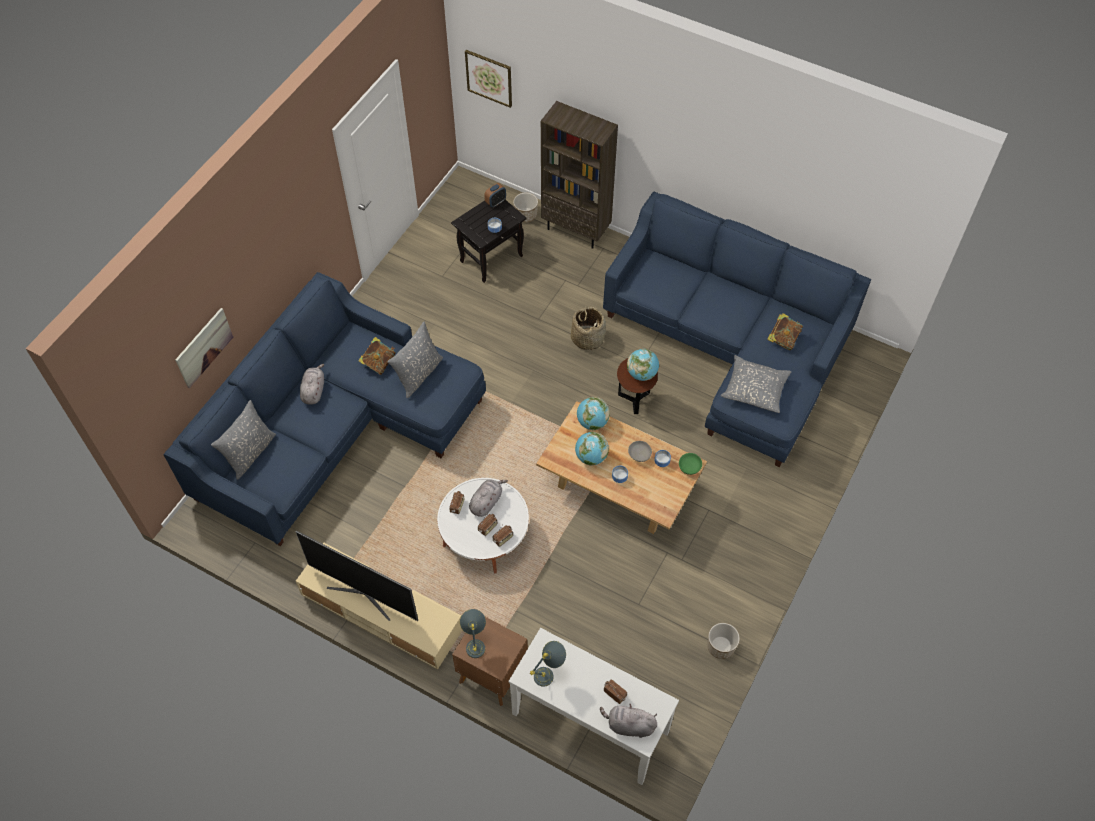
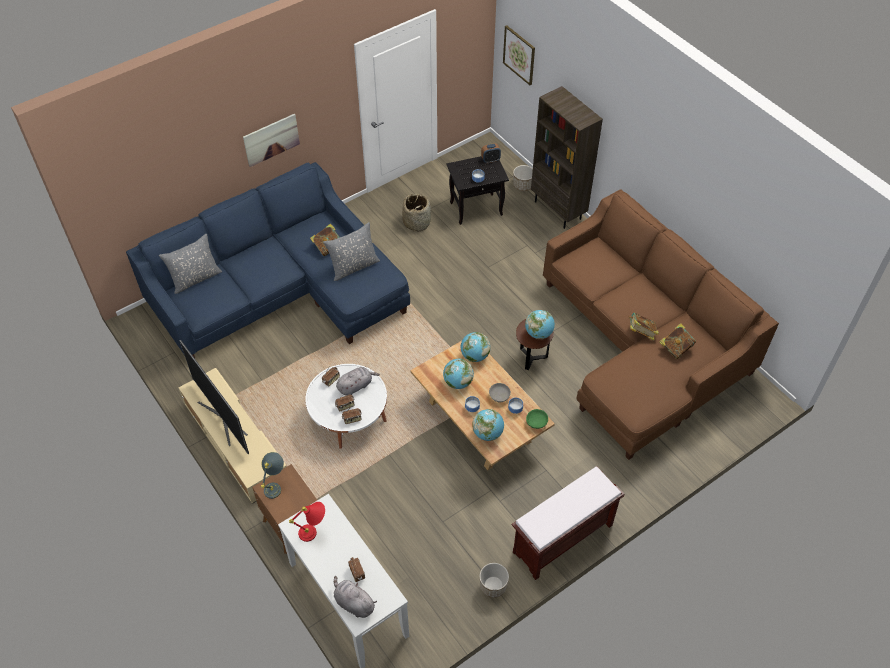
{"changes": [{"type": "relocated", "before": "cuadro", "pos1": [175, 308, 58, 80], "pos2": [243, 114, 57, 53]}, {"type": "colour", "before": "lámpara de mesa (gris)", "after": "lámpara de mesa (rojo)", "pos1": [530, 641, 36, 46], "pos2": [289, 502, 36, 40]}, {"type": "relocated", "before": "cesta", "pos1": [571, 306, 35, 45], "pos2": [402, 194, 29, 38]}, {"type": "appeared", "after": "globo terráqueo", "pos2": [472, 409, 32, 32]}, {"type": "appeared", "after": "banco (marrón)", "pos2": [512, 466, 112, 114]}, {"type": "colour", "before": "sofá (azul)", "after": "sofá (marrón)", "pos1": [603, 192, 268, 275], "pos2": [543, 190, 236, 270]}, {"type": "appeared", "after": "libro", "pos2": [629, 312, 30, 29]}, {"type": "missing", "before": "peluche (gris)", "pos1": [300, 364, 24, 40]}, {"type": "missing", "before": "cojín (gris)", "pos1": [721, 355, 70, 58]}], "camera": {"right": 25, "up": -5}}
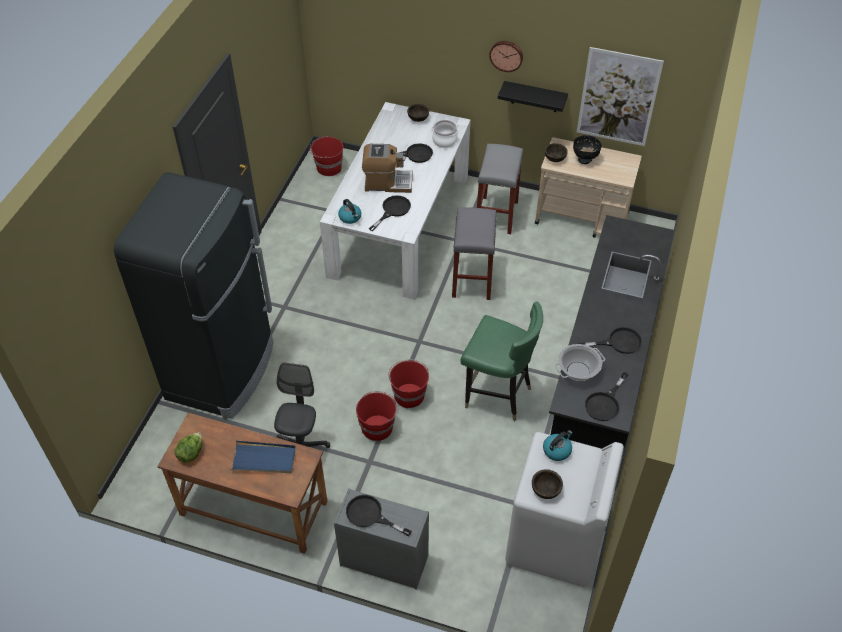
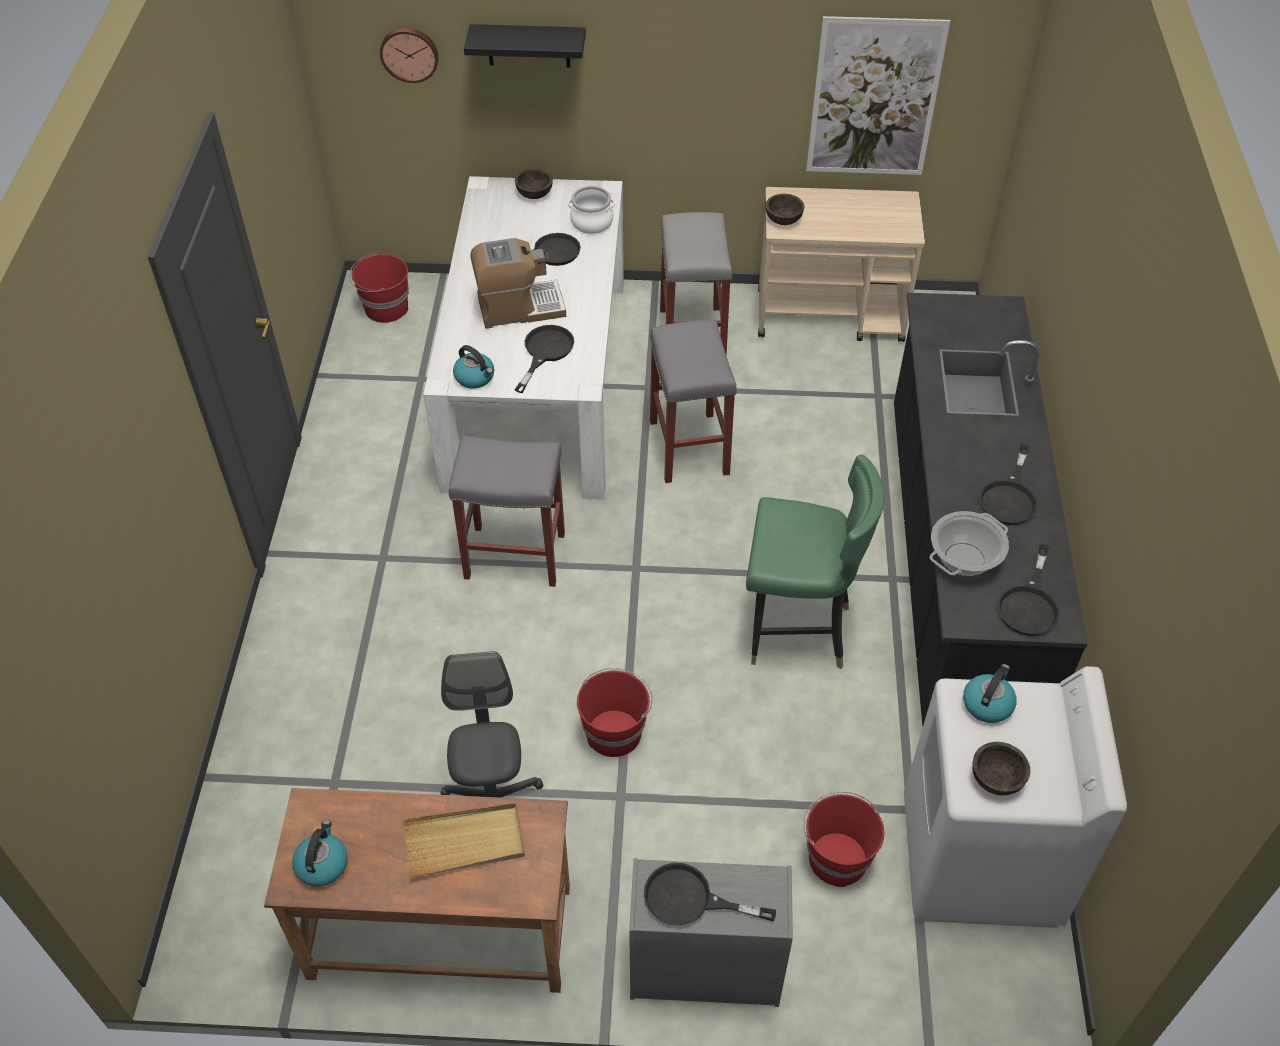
{"changes": [{"type": "exchanged", "before": "lechuga", "after": "hervidor", "pos1": [175, 432, 27, 31], "pos2": [292, 820, 56, 67]}, {"type": "relocated", "before": "reloj de pared", "pos1": [489, 41, 34, 31], "pos2": [380, 28, 59, 55]}, {"type": "colour", "before": "bandeja (azul)", "after": "bandeja (beis)", "pos1": [230, 440, 66, 33], "pos2": [402, 803, 123, 75]}, {"type": "appeared", "after": "taburete (gris)", "pos2": [449, 435, 116, 152]}, {"type": "relocated", "before": "estante (negro)", "pos1": [498, 81, 70, 31], "pos2": [464, 24, 122, 44]}, {"type": "relocated", "before": "cubo (rojo)", "pos1": [388, 360, 41, 48], "pos2": [803, 792, 81, 95]}, {"type": "spun", "before": "sartén (negro)", "pos1": [578, 327, 64, 27], "pos2": [979, 443, 58, 82], "turn": 135}, {"type": "missing", "before": "nevera (negro)", "pos1": [114, 172, 159, 247]}, {"type": "missing", "before": "cuenco (negro)", "pos1": [573, 135, 29, 29]}], "camera": {"right": -15, "up": 0}}
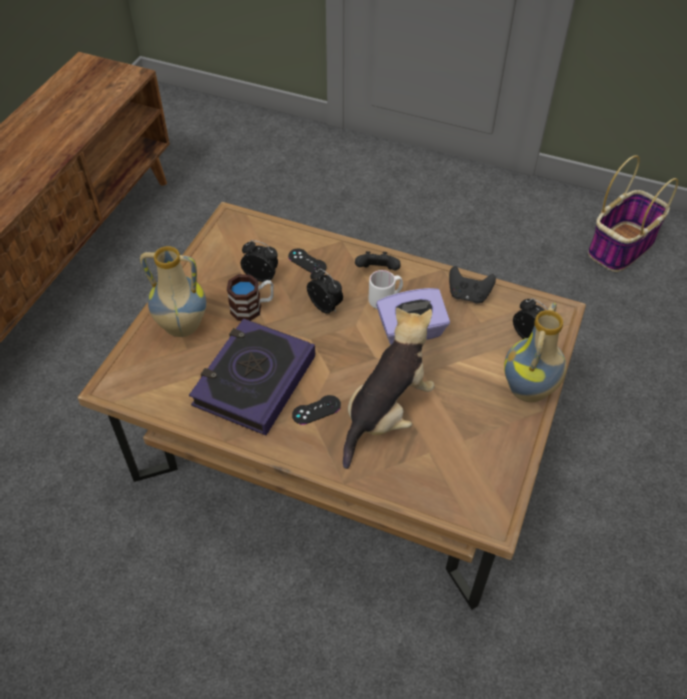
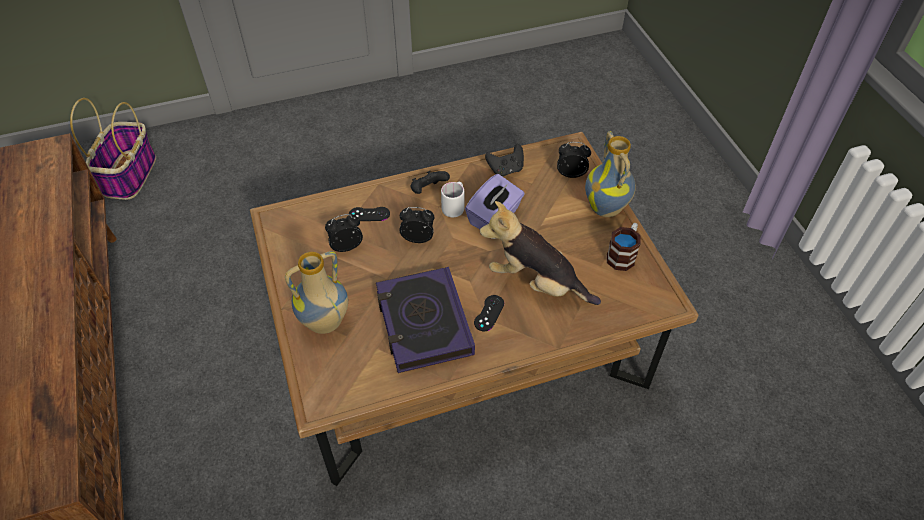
{"changes": [{"type": "relocated", "before": "cesta", "pos1": [588, 155, 90, 117], "pos2": [70, 98, 86, 102]}, {"type": "spun", "before": "peluche", "pos1": [343, 308, 92, 161], "pos2": [480, 201, 121, 104], "turn": -60}, {"type": "relocated", "before": "taza grande", "pos1": [227, 274, 47, 47], "pos2": [607, 223, 34, 48]}], "camera": {"right": -40, "up": 0}}
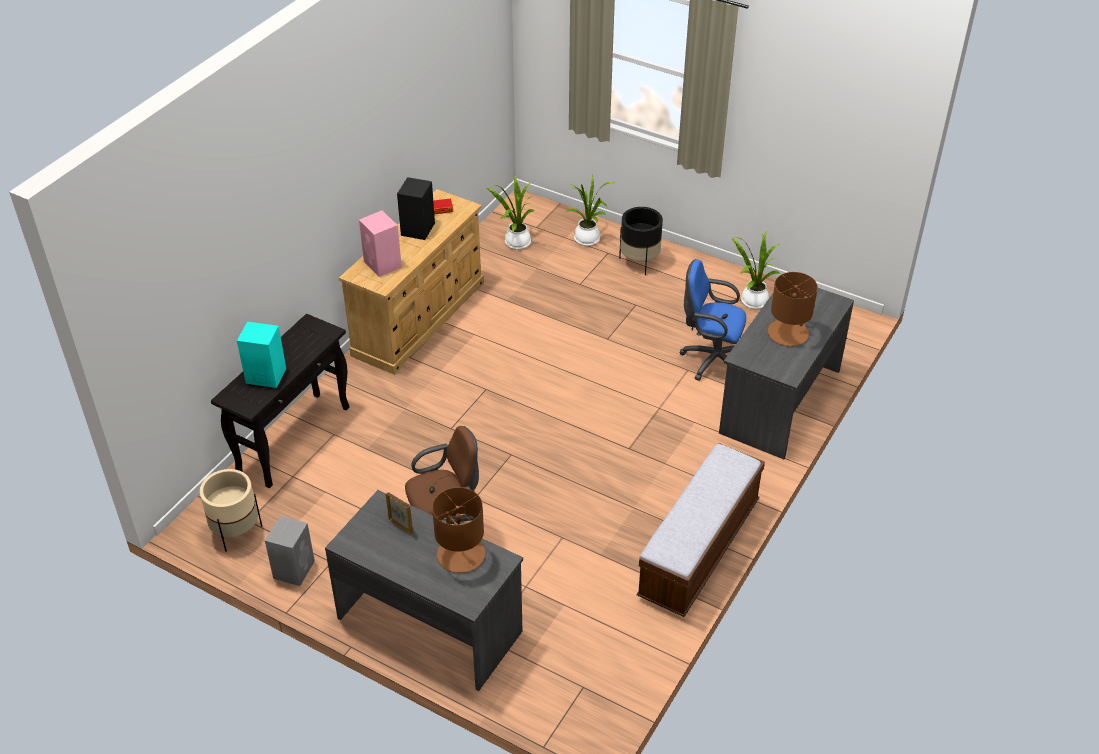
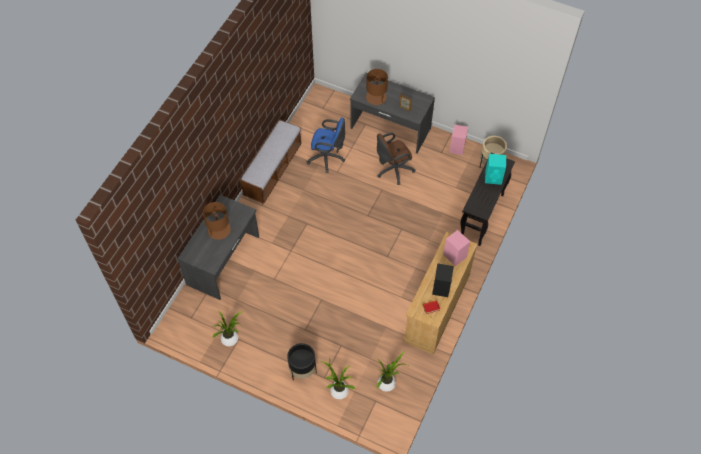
{"changes": [{"type": "relocated", "before": "silla de oficina (azul)", "pos1": [680, 259, 66, 122], "pos2": [307, 117, 38, 56]}, {"type": "colour", "before": "altavoz (gris)", "after": "altavoz (rosa)", "pos1": [265, 516, 50, 70], "pos2": [449, 125, 19, 30]}], "camera": {"right": 175, "up": 15}}
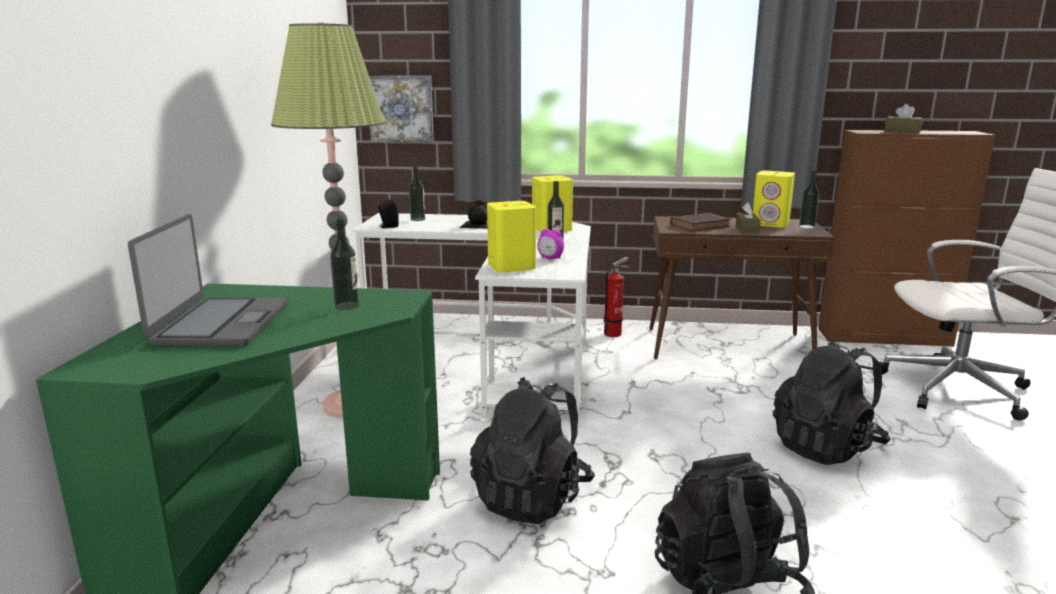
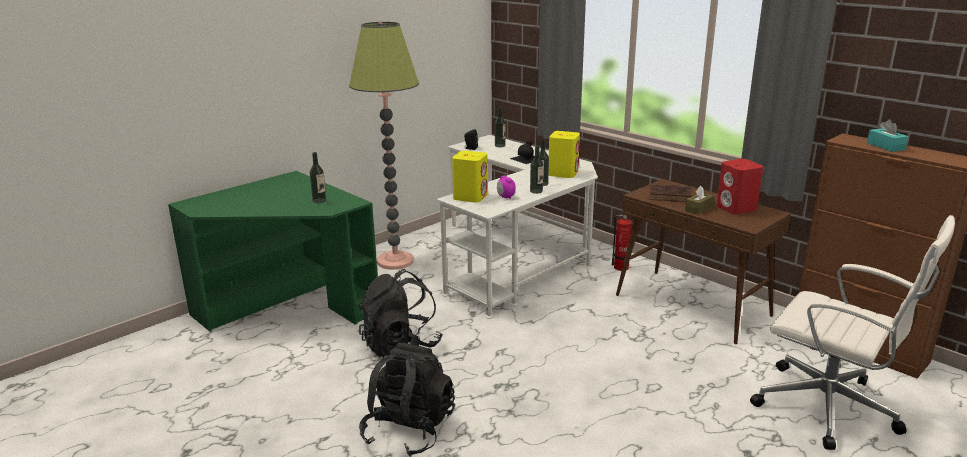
{"changes": [{"type": "relocated", "before": "botella", "pos1": [799, 170, 20, 59], "pos2": [530, 146, 13, 48]}, {"type": "colour", "before": "altavoz (amarillo)", "after": "altavoz (rojo)", "pos1": [753, 171, 42, 57], "pos2": [717, 159, 46, 55]}, {"type": "colour", "before": "caja de pañuelos (marrón)", "after": "caja de pañuelos (turquesa)", "pos1": [884, 104, 39, 29], "pos2": [867, 119, 41, 33]}, {"type": "missing", "before": "portátil", "pos1": [128, 214, 160, 132]}, {"type": "missing", "before": "cuadro", "pos1": [369, 76, 65, 66]}, {"type": "missing", "before": "mochila (negro)", "pos1": [773, 339, 117, 126]}], "camera": {"right": 40, "up": 5}}
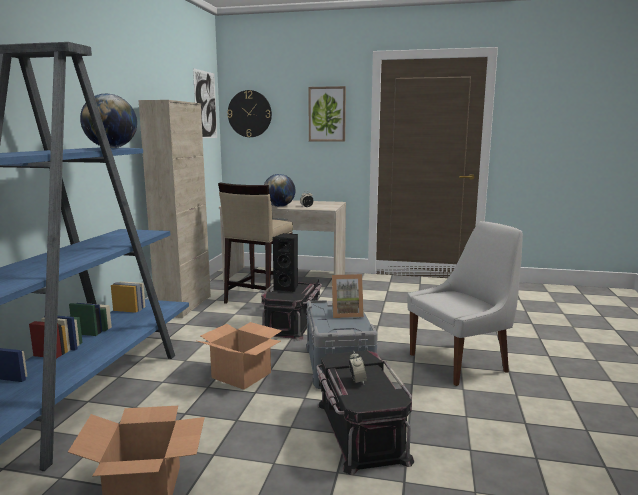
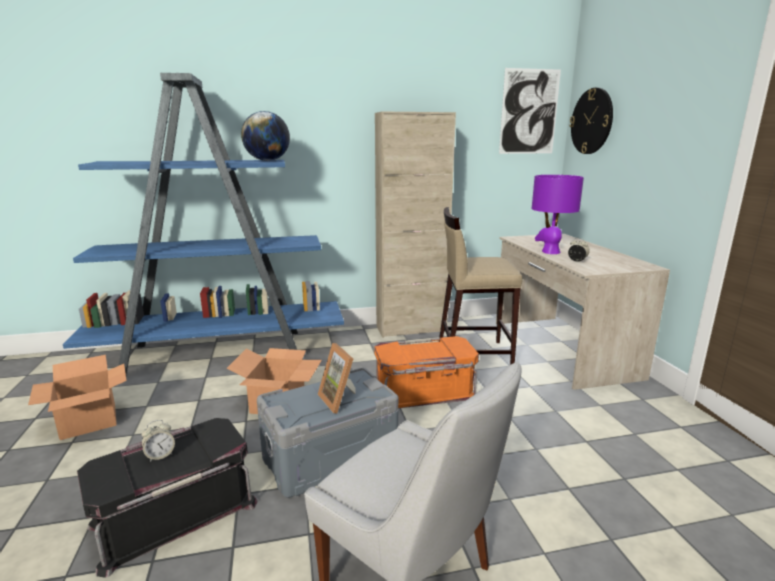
{"changes": [{"type": "colour", "before": "caja de almacenaje (negro)", "after": "caja de almacenaje (naranja)", "pos1": [261, 276, 61, 65], "pos2": [374, 336, 105, 72]}, {"type": "exchanged", "before": "globo terráqueo", "after": "lámpara de mesa (morado)", "pos1": [264, 174, 31, 33], "pos2": [532, 175, 52, 79]}, {"type": "missing", "before": "altavoz (negro)", "pos1": [273, 233, 25, 59]}, {"type": "missing", "before": "cuadro", "pos1": [308, 86, 38, 56]}], "camera": {"right": 65, "up": 5}}
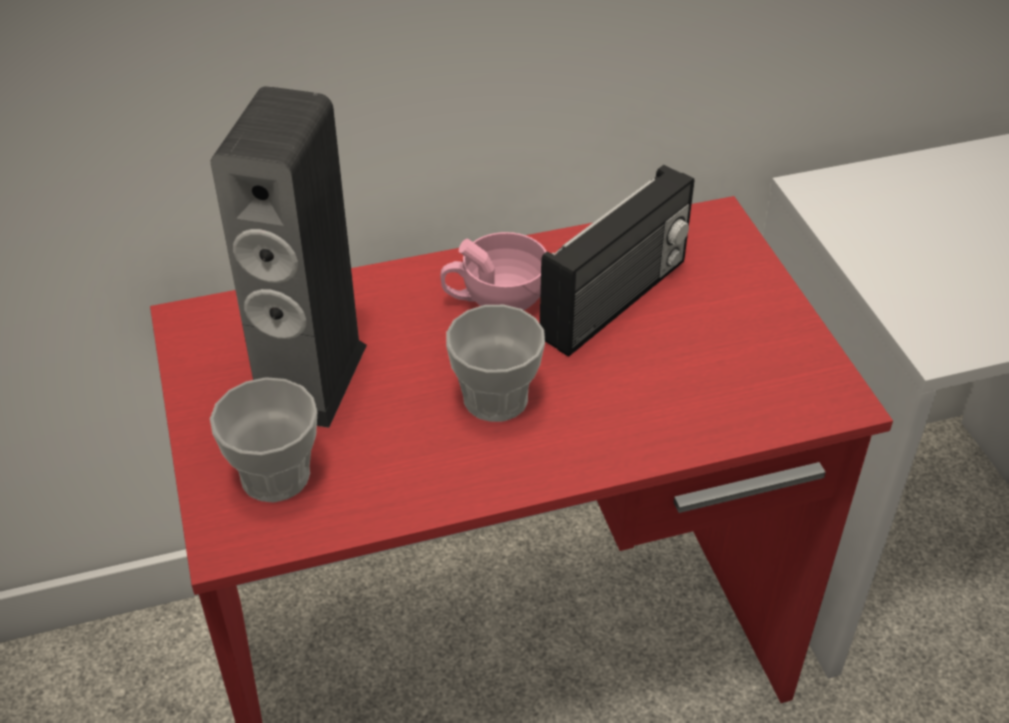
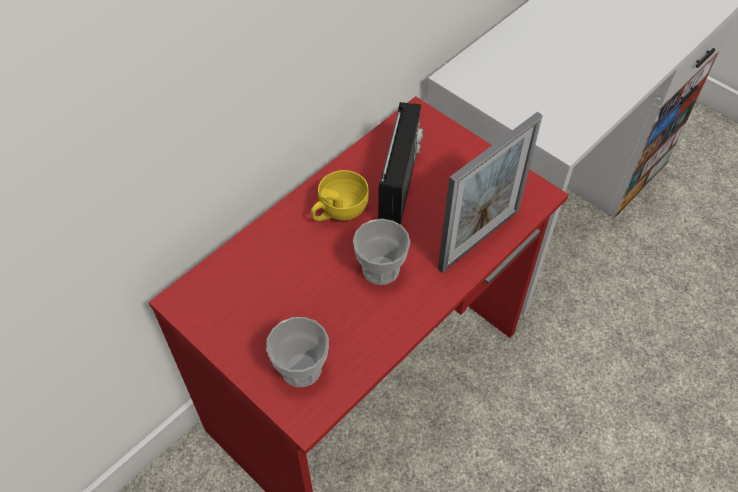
{"changes": [{"type": "colour", "before": "taza (rosa)", "after": "taza (amarillo)", "pos1": [440, 232, 107, 78], "pos2": [311, 170, 58, 51]}, {"type": "appeared", "after": "portarretratos", "pos2": [438, 112, 105, 161]}, {"type": "missing", "before": "altavoz", "pos1": [211, 86, 156, 342]}], "camera": {"right": -30, "up": 10}}
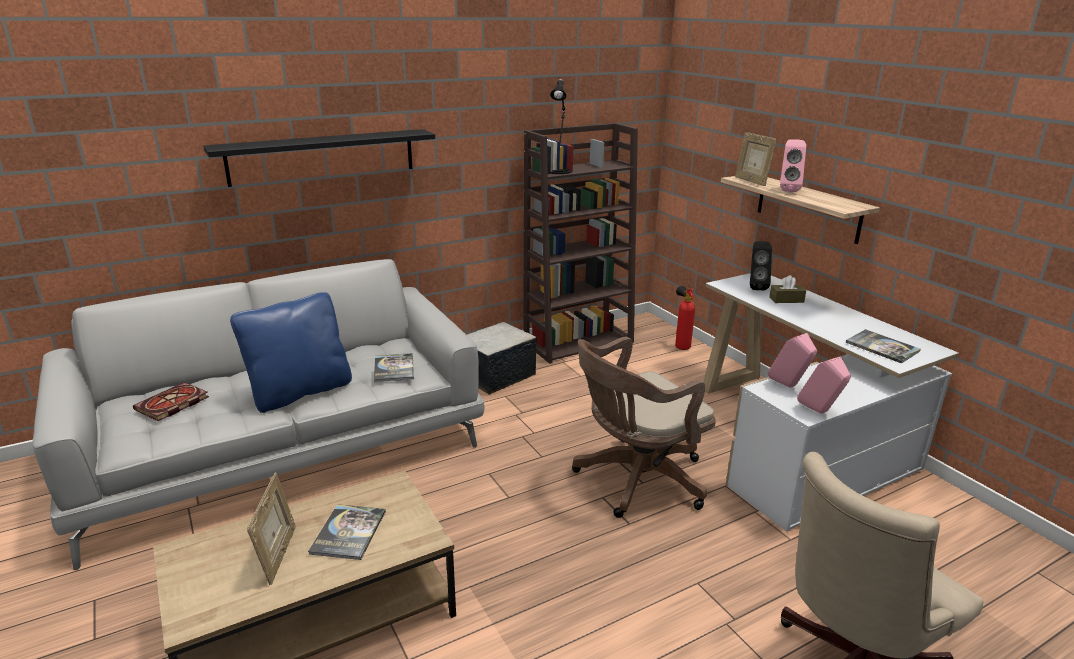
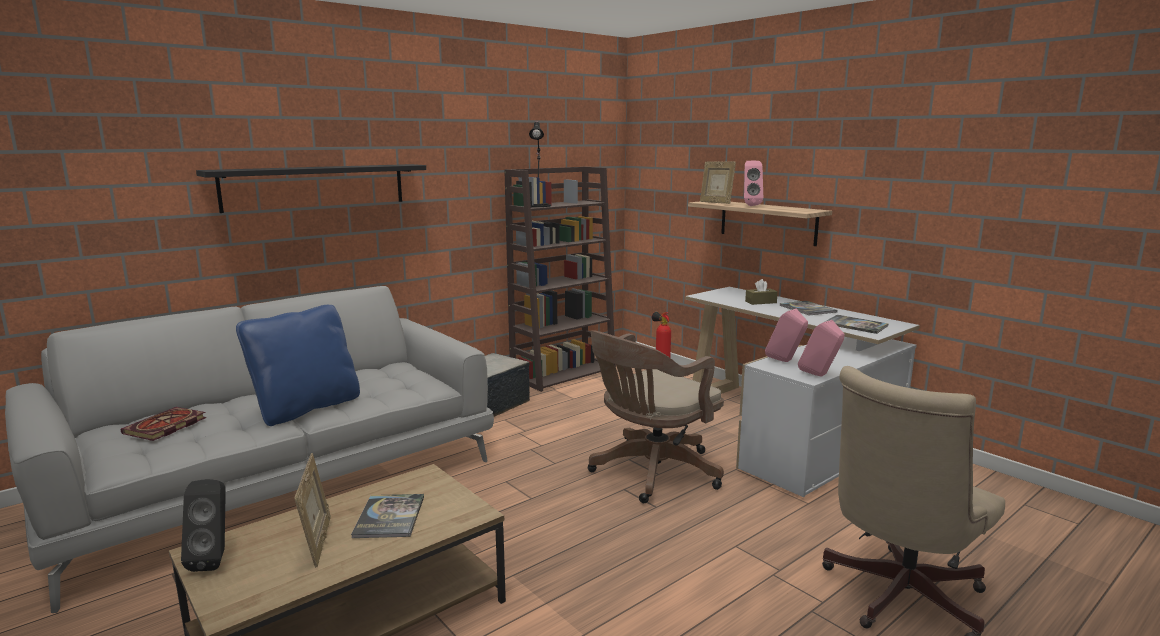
{"changes": [{"type": "relocated", "before": "altavoz (negro)", "pos1": [750, 241, 22, 49], "pos2": [181, 479, 45, 93]}, {"type": "relocated", "before": "libro", "pos1": [374, 353, 40, 29], "pos2": [779, 301, 59, 14]}], "camera": {"right": -10, "up": -10}}
